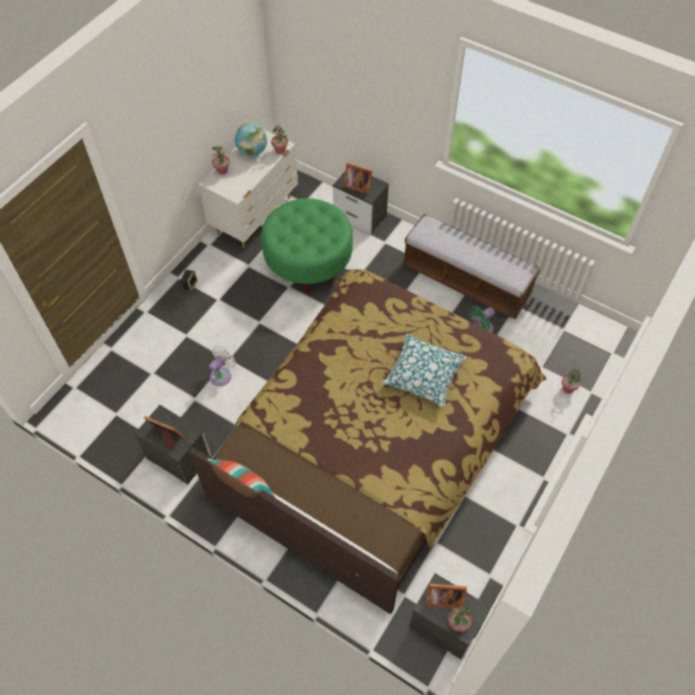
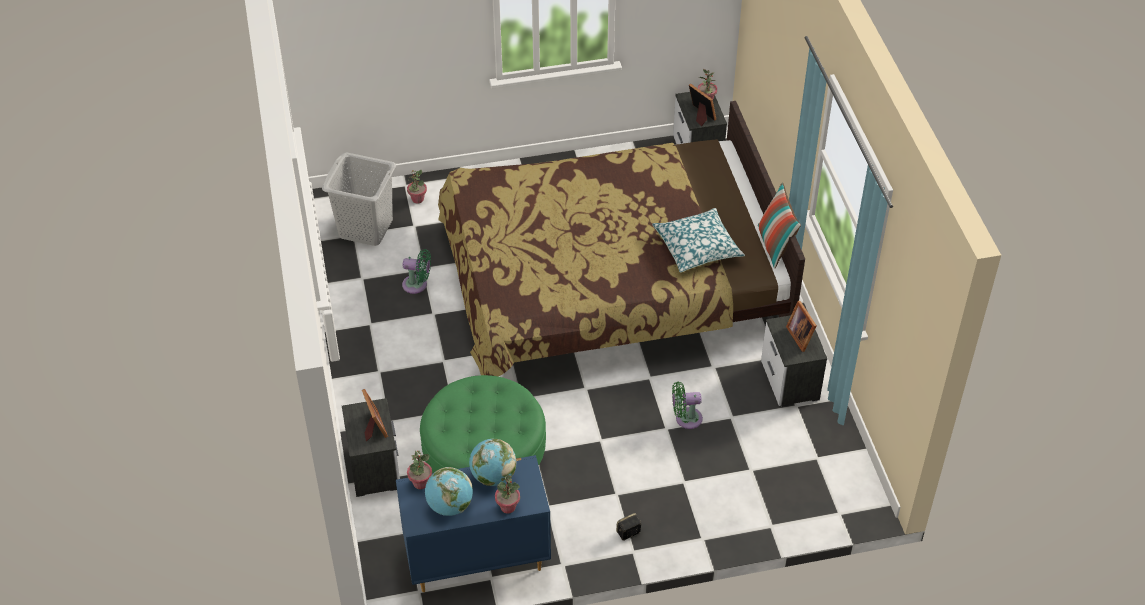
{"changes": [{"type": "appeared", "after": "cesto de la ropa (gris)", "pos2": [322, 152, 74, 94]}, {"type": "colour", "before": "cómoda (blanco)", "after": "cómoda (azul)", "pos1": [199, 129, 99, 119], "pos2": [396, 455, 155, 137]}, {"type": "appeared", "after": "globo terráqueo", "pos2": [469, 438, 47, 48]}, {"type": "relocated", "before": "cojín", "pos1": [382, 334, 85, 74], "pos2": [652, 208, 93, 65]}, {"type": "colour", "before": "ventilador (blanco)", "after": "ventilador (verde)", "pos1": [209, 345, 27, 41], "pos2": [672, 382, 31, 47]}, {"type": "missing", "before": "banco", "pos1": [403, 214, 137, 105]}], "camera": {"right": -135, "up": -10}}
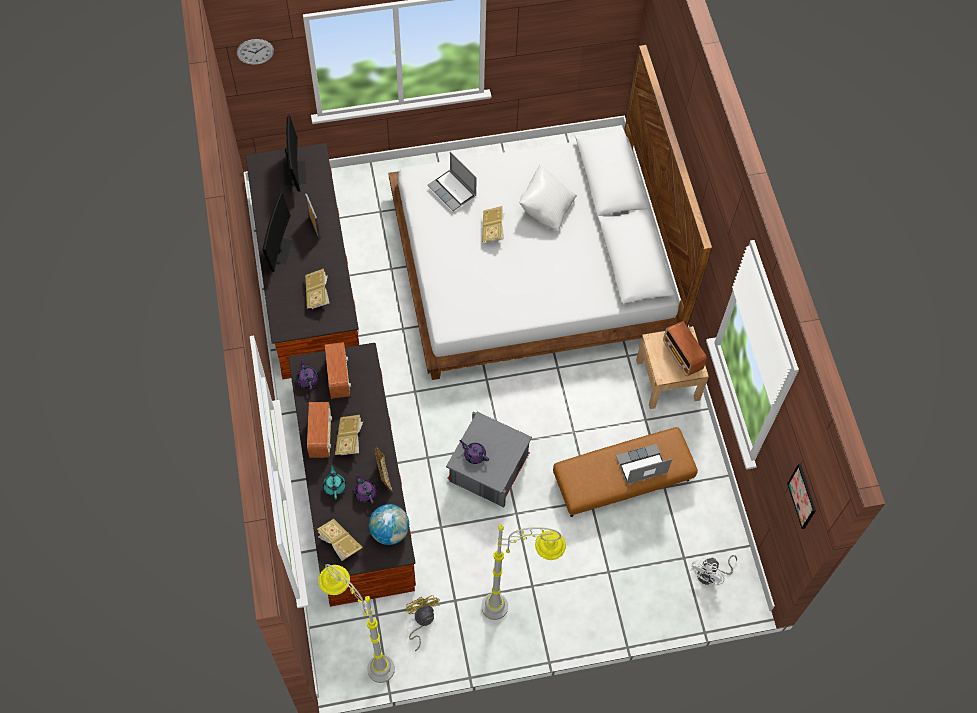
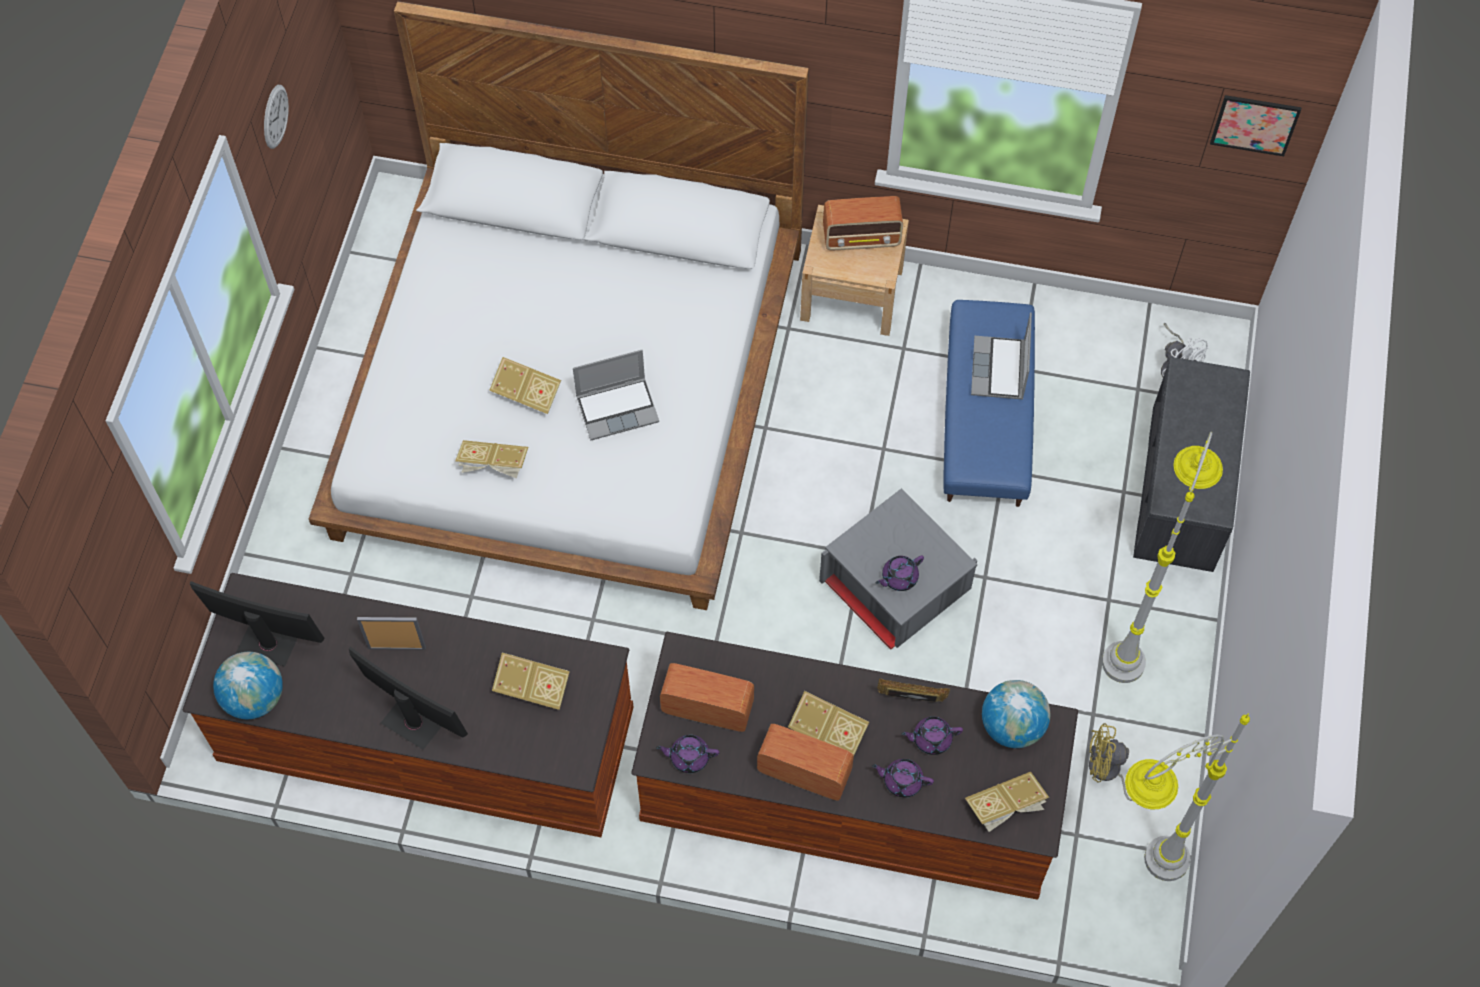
{"changes": [{"type": "appeared", "after": "globo terráqueo", "pos2": [213, 652, 70, 67]}, {"type": "relocated", "before": "reloj de pared", "pos1": [237, 39, 37, 26], "pos2": [264, 85, 25, 64]}, {"type": "appeared", "after": "libro", "pos2": [455, 440, 73, 39]}, {"type": "relocated", "before": "portátil", "pos1": [427, 152, 50, 59], "pos2": [573, 350, 86, 91]}, {"type": "colour", "before": "tetera (turquesa)", "after": "tetera (morado)", "pos1": [323, 464, 23, 35], "pos2": [872, 759, 62, 39]}, {"type": "colour", "before": "puf (marrón)", "after": "puf (azul)", "pos1": [553, 427, 145, 90], "pos2": [943, 300, 92, 207]}, {"type": "appeared", "after": "banco (gris)", "pos2": [1133, 357, 117, 215]}, {"type": "missing", "before": "cojín (blanco)", "pos1": [519, 164, 58, 66]}], "camera": {"right": -65, "up": 0}}
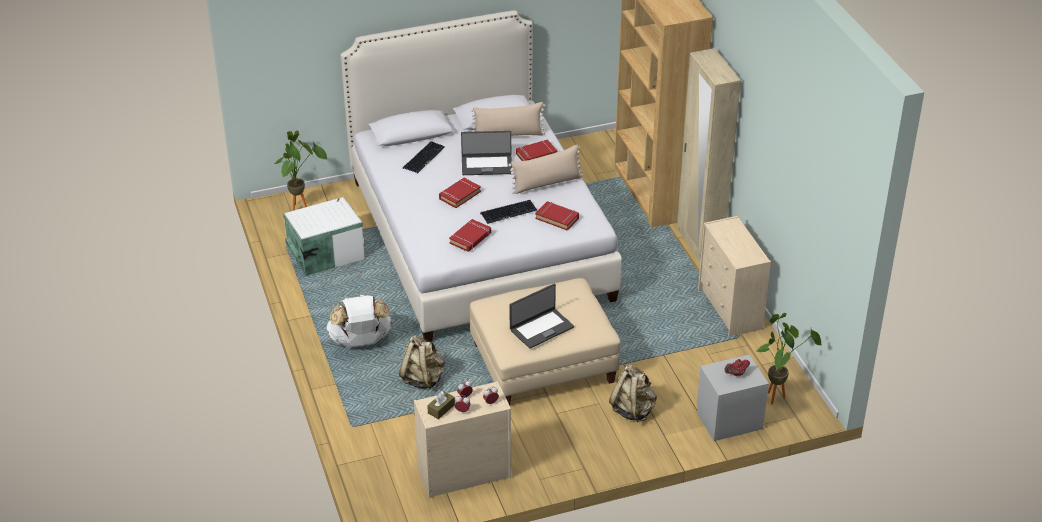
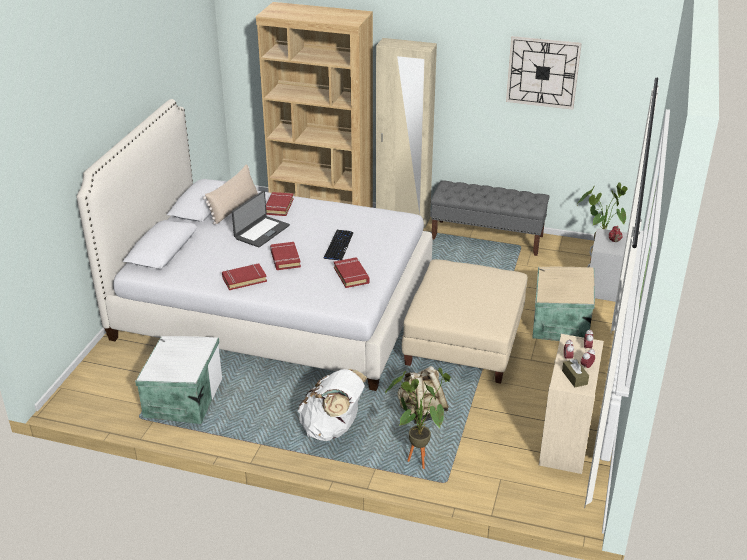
{"changes": [{"type": "relocated", "before": "libro (rojo)", "pos1": [535, 201, 44, 29], "pos2": [222, 263, 45, 27]}, {"type": "relocated", "before": "planta en maceta", "pos1": [274, 130, 54, 81], "pos2": [385, 368, 66, 101]}, {"type": "exchanged", "before": "cómoda (beis)", "after": "banco (gris)", "pos1": [698, 216, 73, 120], "pos2": [431, 180, 119, 76]}, {"type": "appeared", "after": "reloj de pared", "pos2": [506, 36, 76, 74]}, {"type": "exchanged", "before": "mochila (beis)", "after": "caja de almacenaje (beis)", "pos1": [609, 365, 48, 57], "pos2": [532, 267, 63, 74]}, {"type": "missing", "before": "teclado", "pos1": [403, 141, 42, 32]}, {"type": "missing", "before": "cojín (beis)", "pos1": [508, 144, 75, 50]}, {"type": "missing", "before": "portátil", "pos1": [510, 284, 64, 65]}], "camera": {"right": -55, "up": -5}}
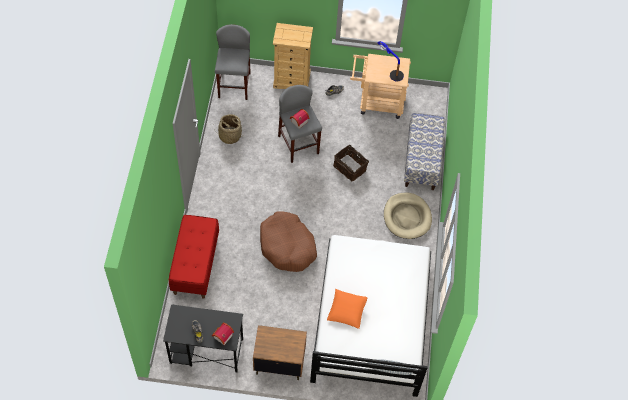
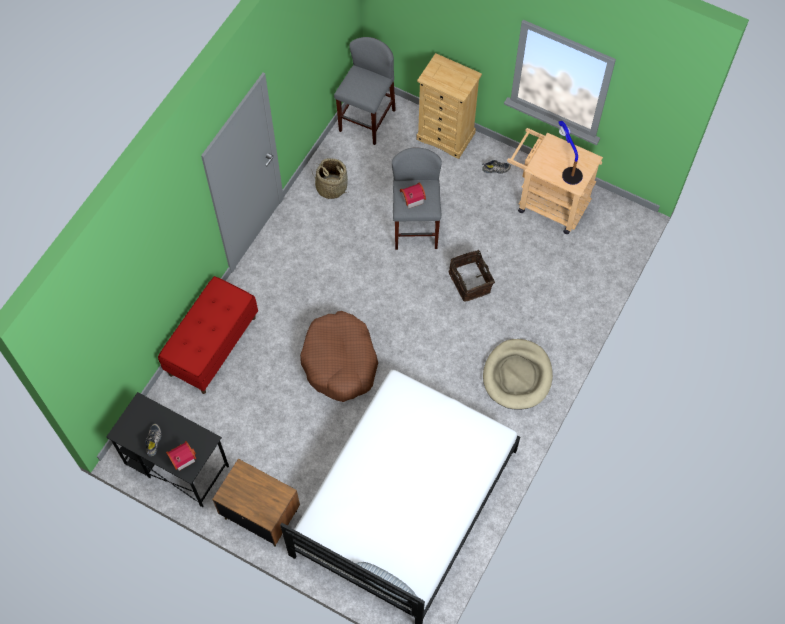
{"changes": [{"type": "missing", "before": "cojín (naranja)", "pos1": [327, 289, 41, 40]}, {"type": "missing", "before": "banco", "pos1": [404, 113, 41, 77]}], "camera": {"right": 25, "up": 5}}
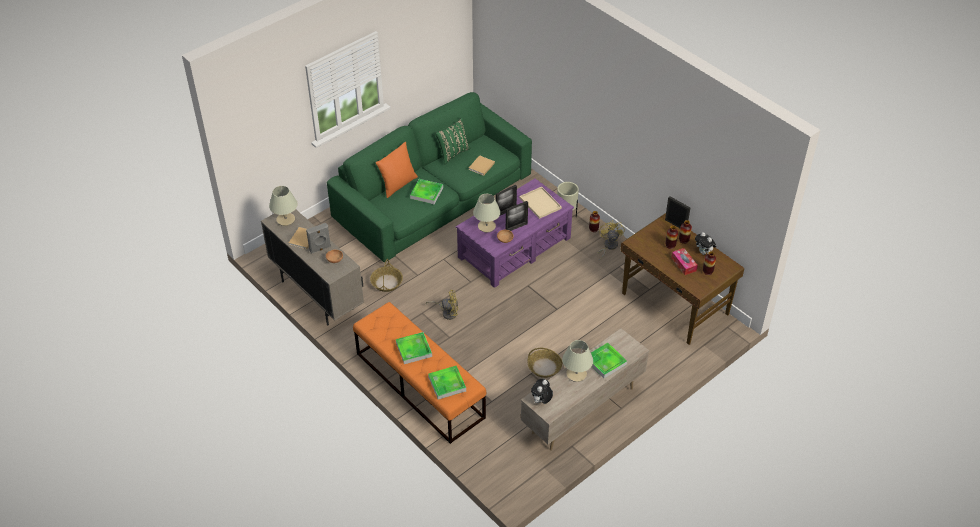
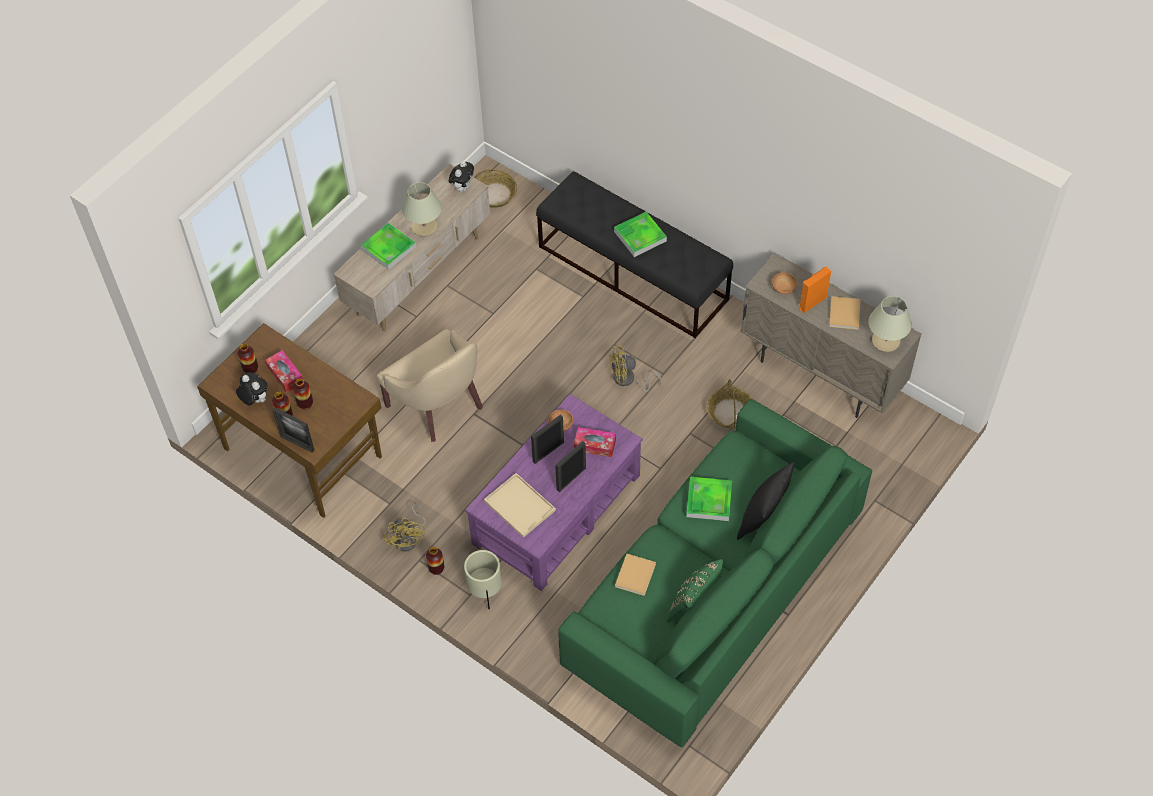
{"changes": [{"type": "appeared", "after": "sillón (beis)", "pos2": [377, 329, 106, 113]}, {"type": "relocated", "before": "cesta", "pos1": [527, 348, 36, 30], "pos2": [474, 169, 43, 39]}, {"type": "colour", "before": "banco (naranja)", "after": "banco (negro)", "pos1": [353, 302, 133, 142], "pos2": [536, 171, 197, 167]}, {"type": "exchanged", "before": "lámpara de mesa (beis)", "after": "caja de pañuelos", "pos1": [473, 194, 28, 39], "pos2": [574, 427, 42, 30]}, {"type": "colour", "before": "cojín (naranja)", "after": "cojín (negro)", "pos1": [376, 142, 42, 56], "pos2": [737, 462, 58, 78]}, {"type": "colour", "before": "altavoz (gris)", "after": "altavoz (naranja)", "pos1": [306, 223, 25, 31], "pos2": [799, 266, 32, 47]}, {"type": "missing", "before": "bandeja", "pos1": [428, 366, 38, 34]}], "camera": {"right": 170, "up": 10}}
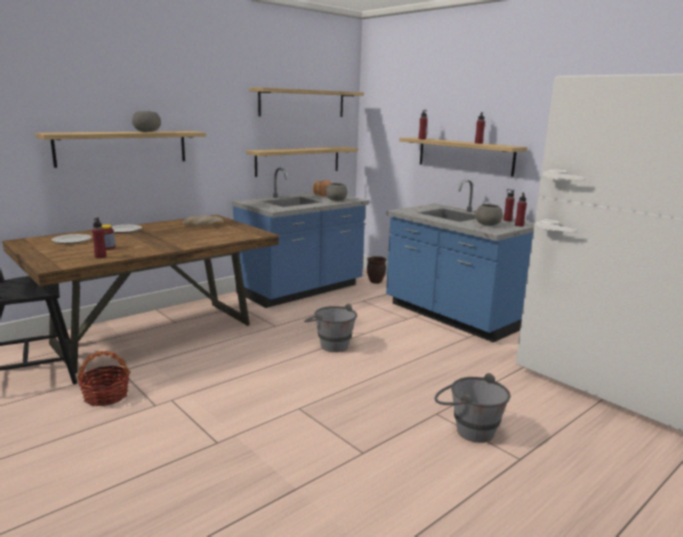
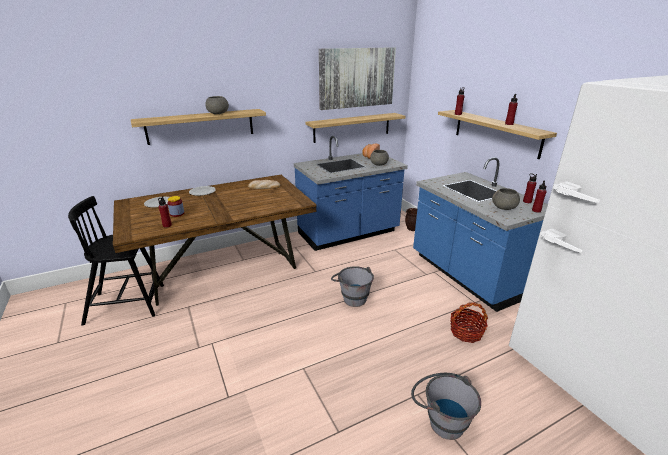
{"changes": [{"type": "exchanged", "before": "estante", "after": "cuadro", "pos1": [249, 88, 115, 29], "pos2": [319, 47, 77, 63]}, {"type": "relocated", "before": "cesta", "pos1": [77, 351, 54, 55], "pos2": [450, 302, 38, 41]}], "camera": {"right": 15, "up": 10}}
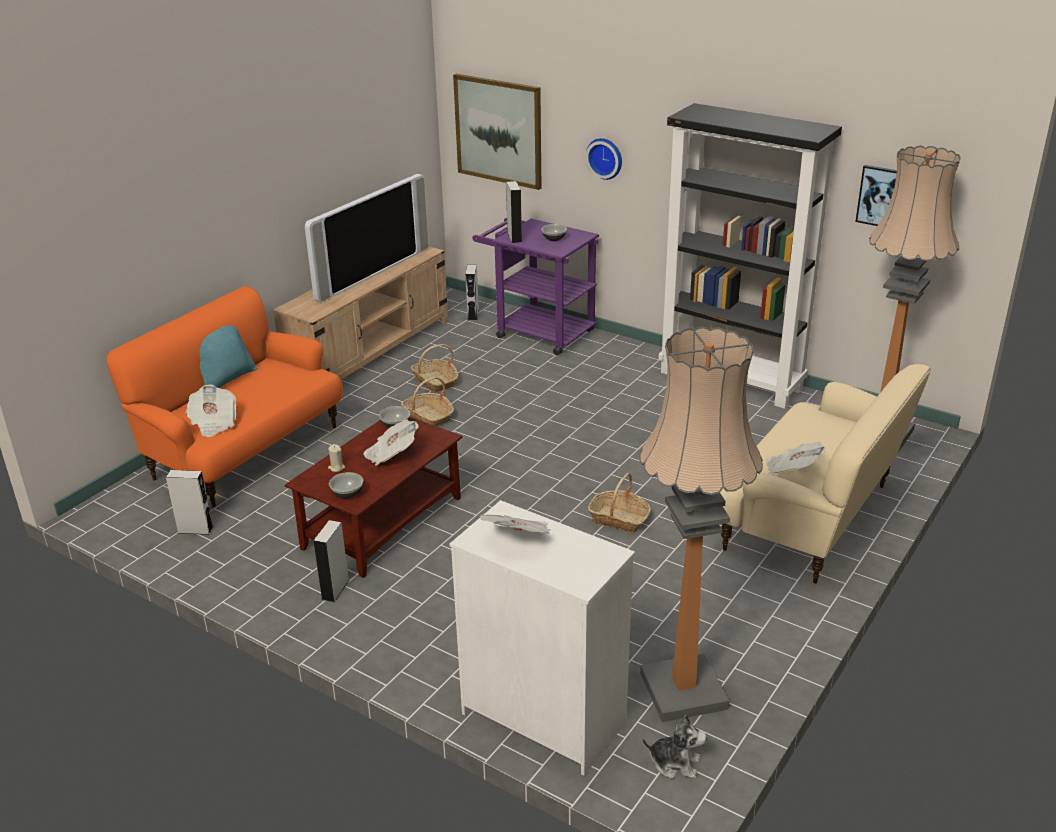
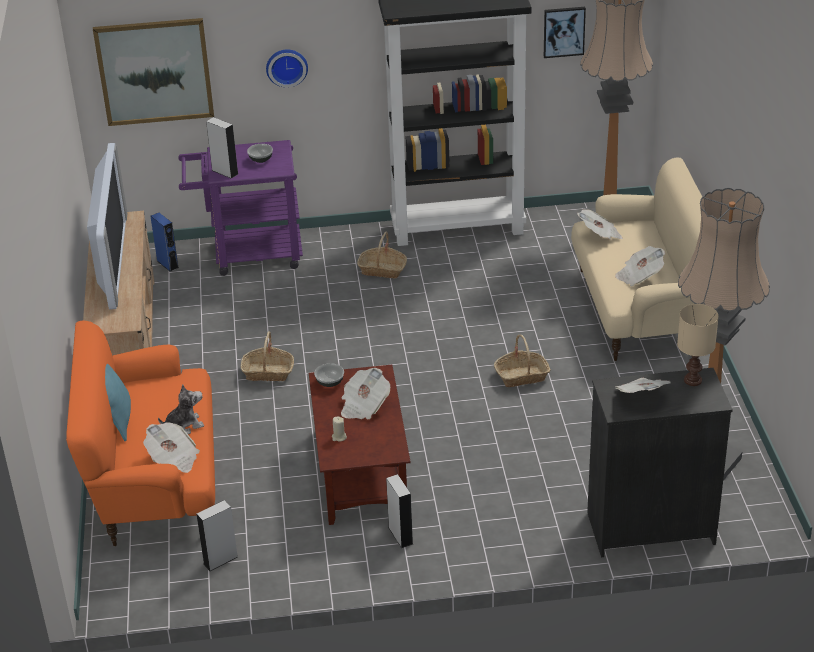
{"changes": [{"type": "colour", "before": "altavoz (gris)", "after": "altavoz (azul)", "pos1": [465, 264, 14, 56], "pos2": [150, 213, 29, 59]}, {"type": "relocated", "before": "peluche", "pos1": [642, 715, 65, 64], "pos2": [158, 384, 46, 50]}, {"type": "relocated", "before": "cesta", "pos1": [411, 344, 48, 48], "pos2": [357, 232, 50, 46]}, {"type": "appeared", "after": "periódico", "pos2": [577, 209, 46, 30]}, {"type": "colour", "before": "cómoda (blanco)", "after": "cómoda (negro)", "pos1": [449, 500, 186, 276], "pos2": [587, 368, 146, 189]}, {"type": "appeared", "after": "lámpara de mesa (beis)", "pos2": [677, 304, 42, 82]}, {"type": "missing", "before": "cuenco", "pos1": [329, 472, 34, 27]}], "camera": {"right": -40, "up": 5}}
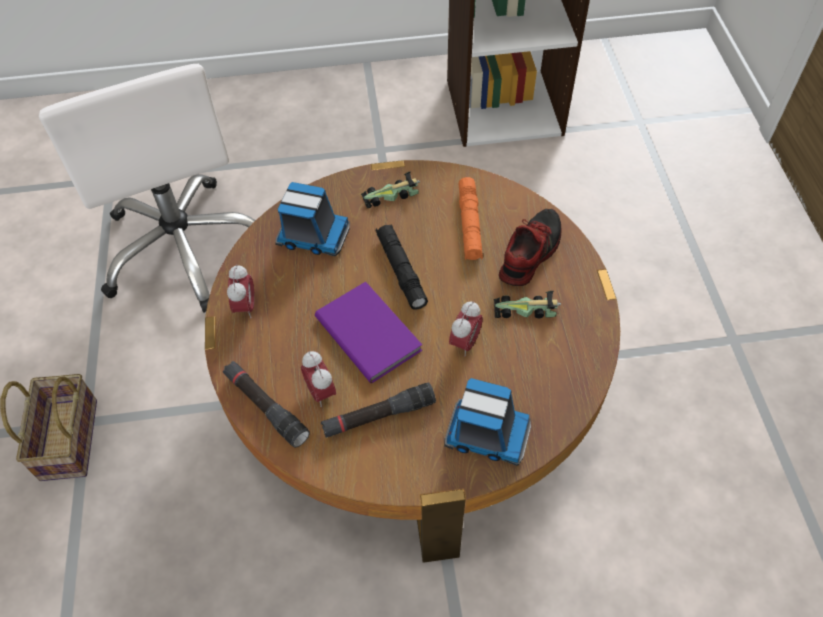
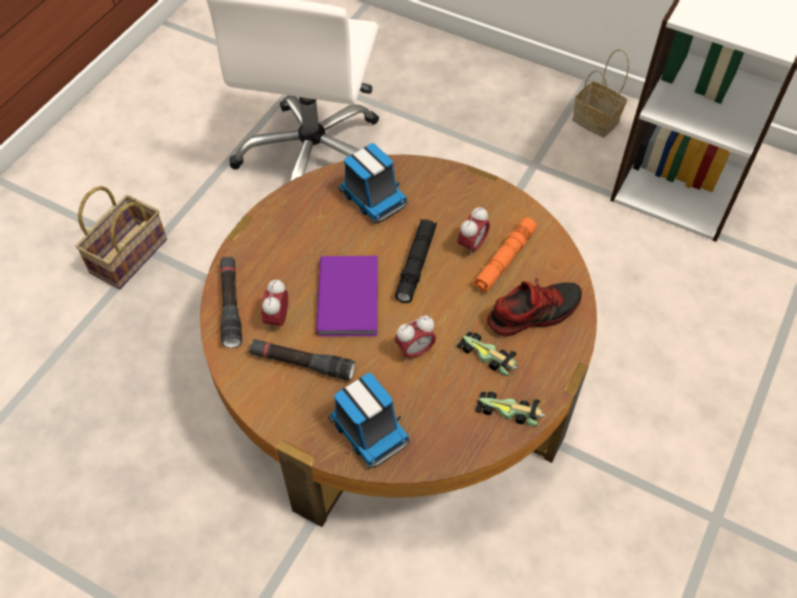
{"changes": [{"type": "relocated", "before": "despertador", "pos1": [227, 264, 28, 54], "pos2": [457, 207, 33, 50]}, {"type": "relocated", "before": "coche de juguete", "pos1": [361, 171, 59, 37], "pos2": [475, 391, 70, 36]}, {"type": "appeared", "after": "cesta", "pos2": [572, 49, 57, 89]}], "camera": {"right": 35, "up": 0}}
